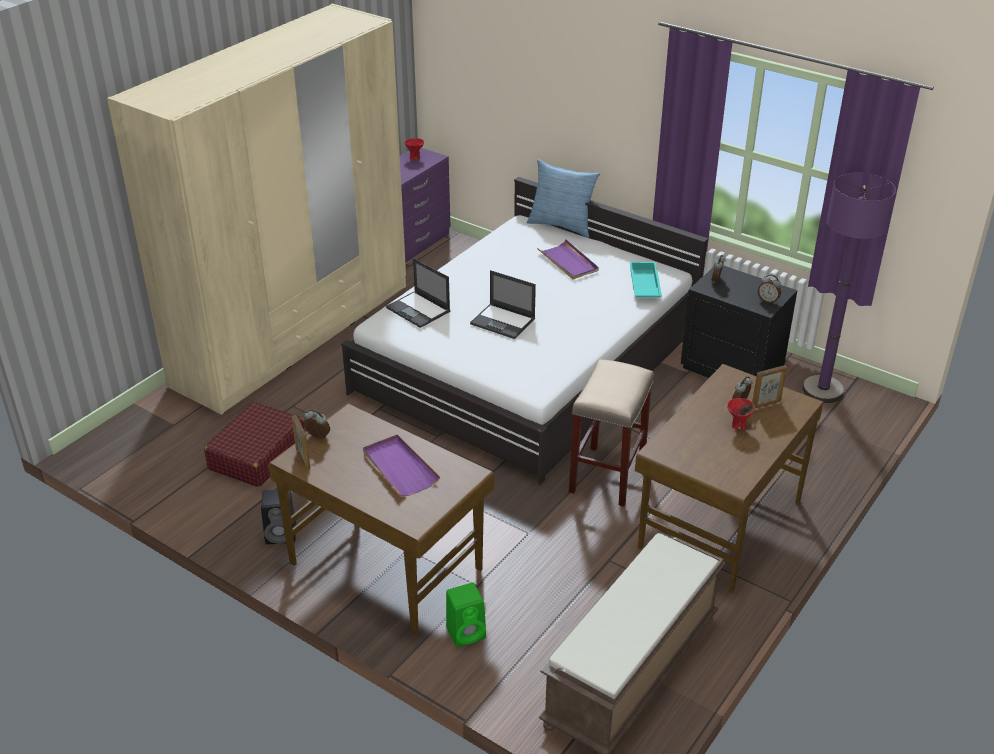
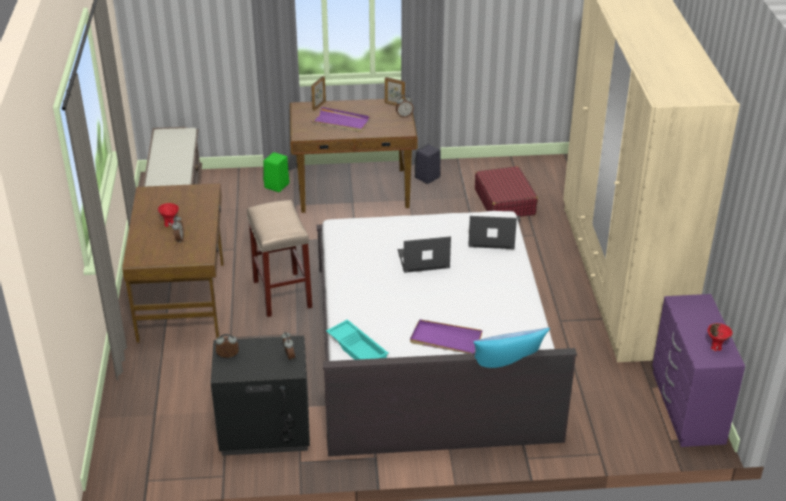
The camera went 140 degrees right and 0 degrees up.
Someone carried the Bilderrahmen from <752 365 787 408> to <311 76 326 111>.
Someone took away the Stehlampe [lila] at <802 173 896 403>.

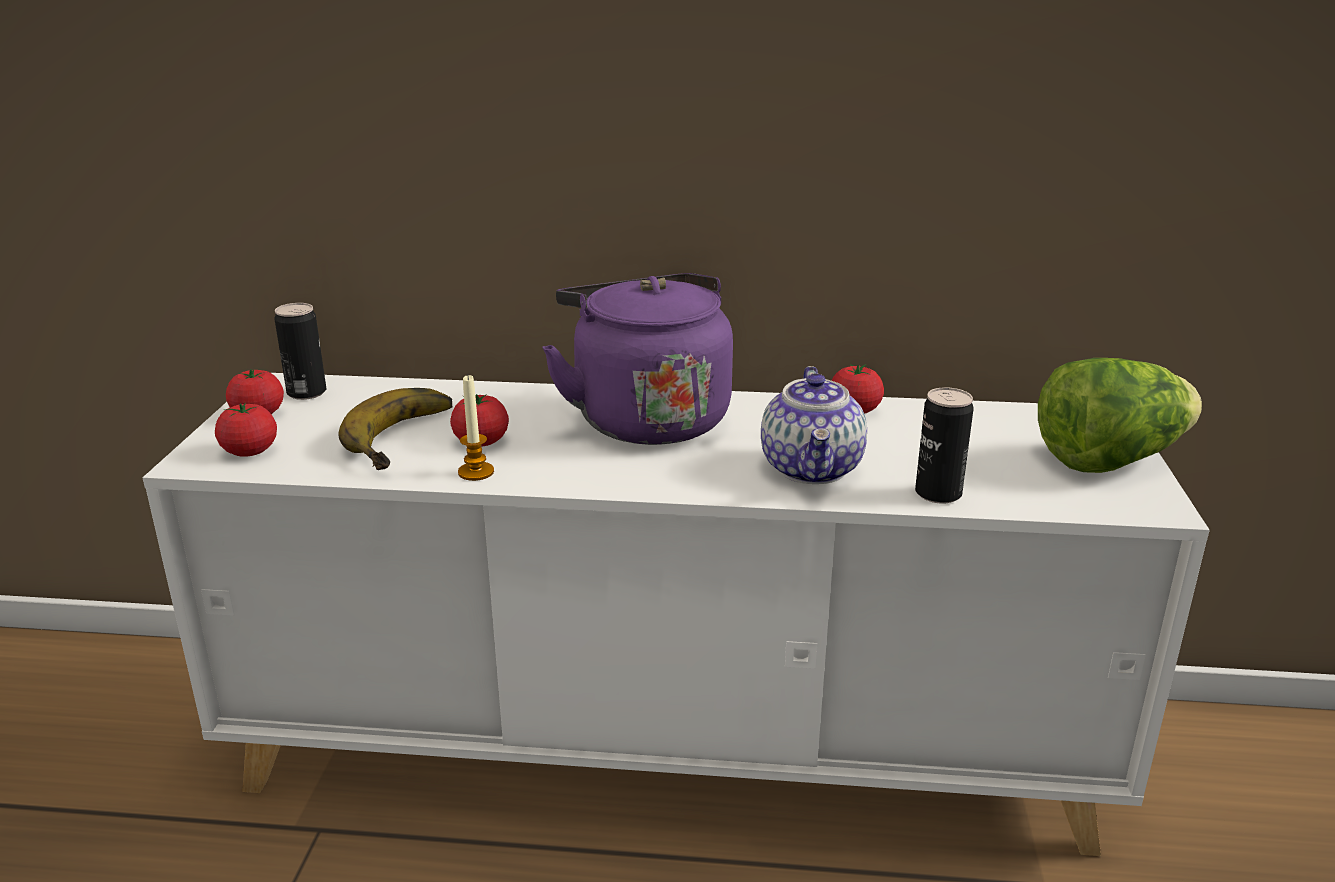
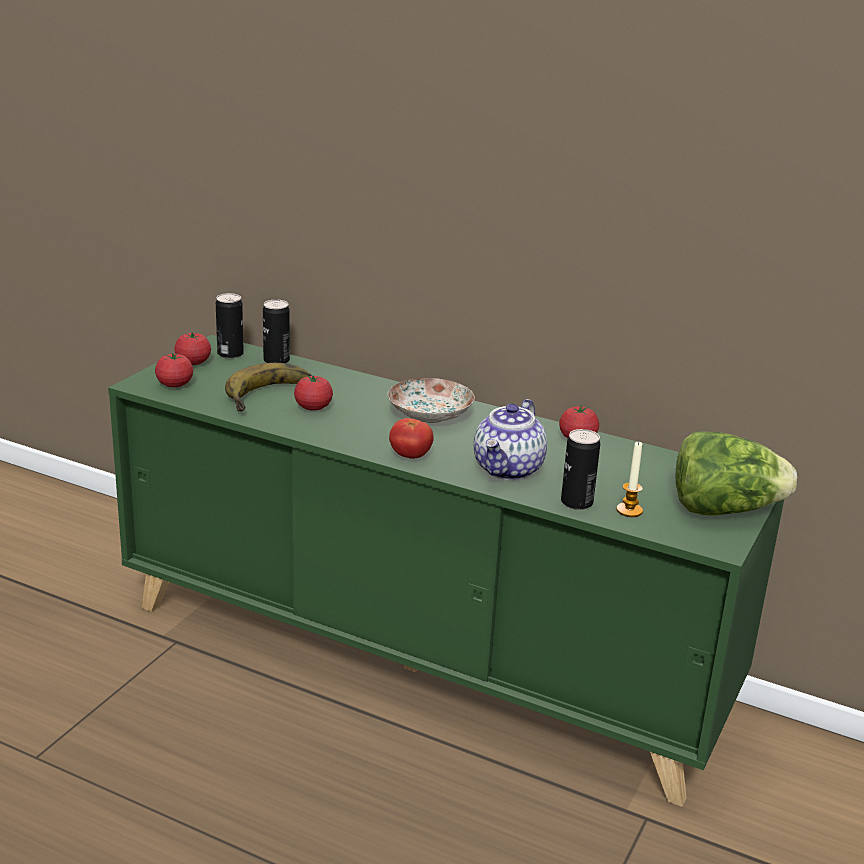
The camera went 20 degrees right and 0 degrees up.
Someone repainted the Schrank [weiß] at <143 373 1210 856>, which became the Schrank [grün] at <108 335 784 807>.
Someone put down the Dose at <263 300 290 363>.
Someone swapped the Wasserkessel [lila] at <542 273 733 445> for the Teller at <388 378 474 423>.
Someone put down the Tomate at <389 418 434 459>.
Someone carried the Kerze from <458 375 494 481> to <616 442 643 517>.

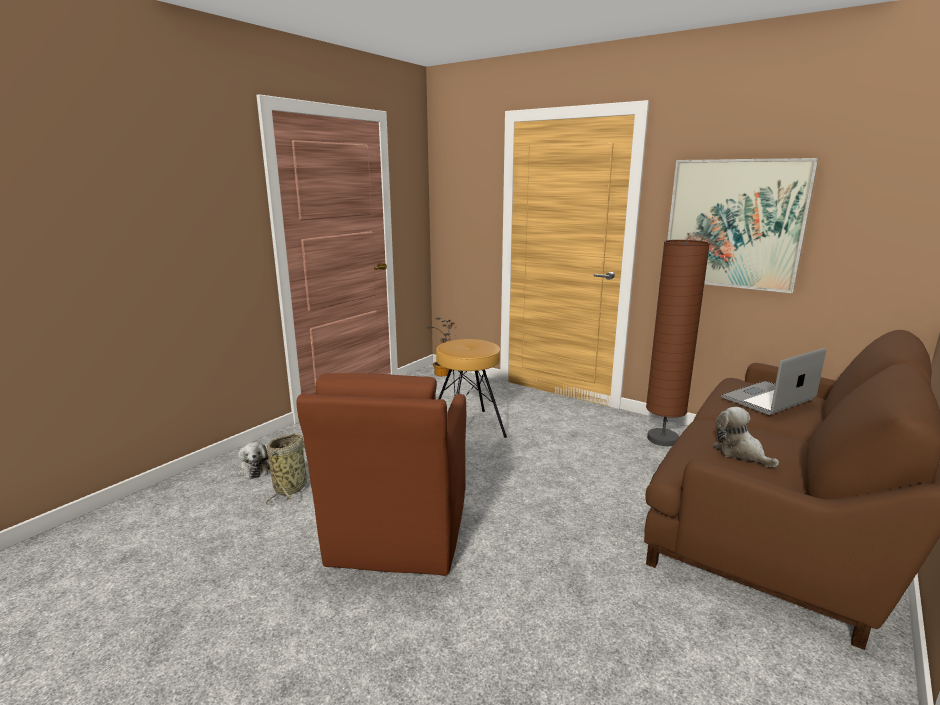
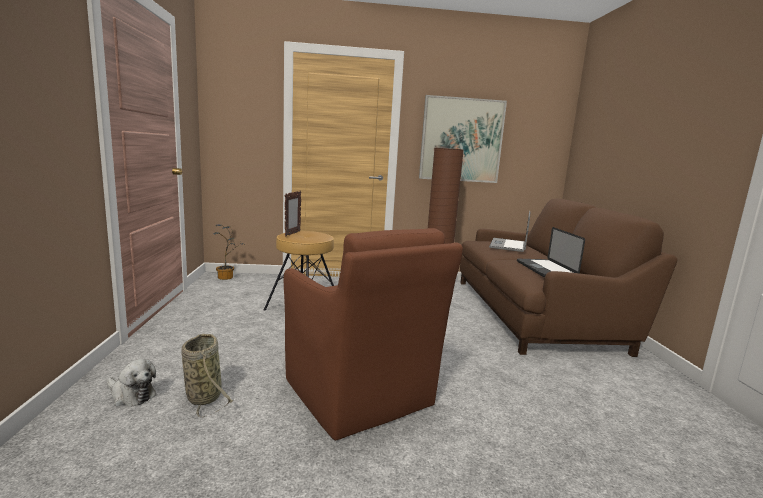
The camera went 40 degrees left and 5 degrees down.
Someone put down the Bilderrahmen at <285 191 301 236>.
Someone swapped the Plüschtier at <712 407 779 468> for the Laptop at <517 227 585 277>.

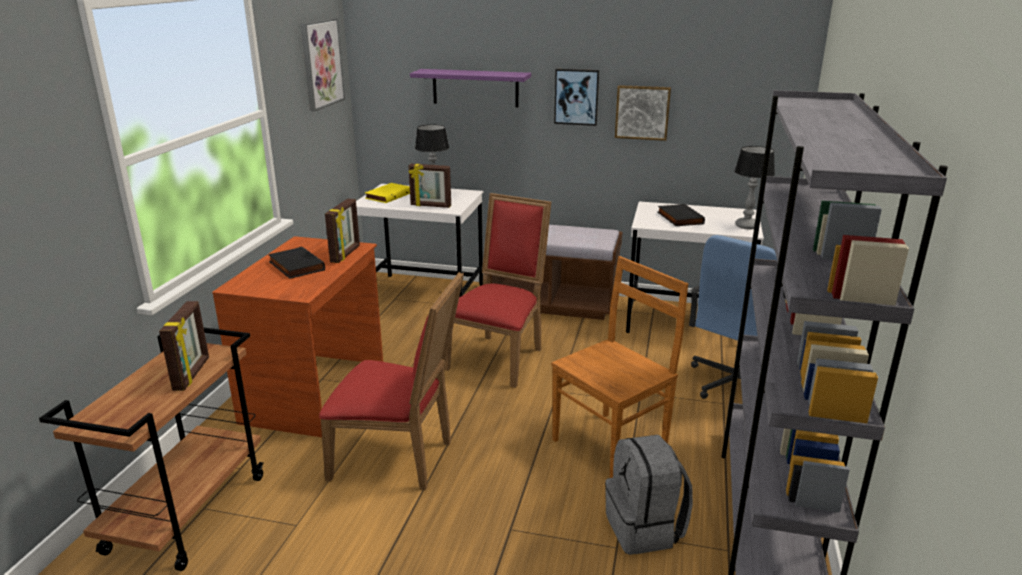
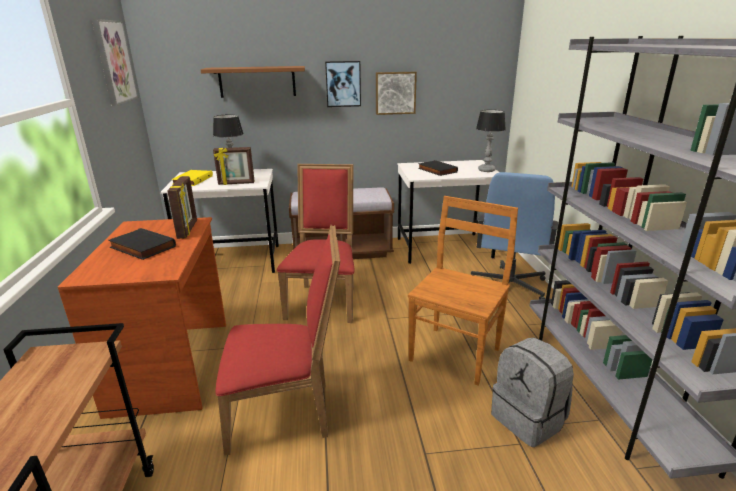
The camera went 20 degrees left and 0 degrees up.
Someone repainted the Wandregal [lila] at <410 69 531 107>, which became the Wandregal [braun] at <201 66 305 98>.
Someone took away the Bilderrahmen at <159 301 209 391>.

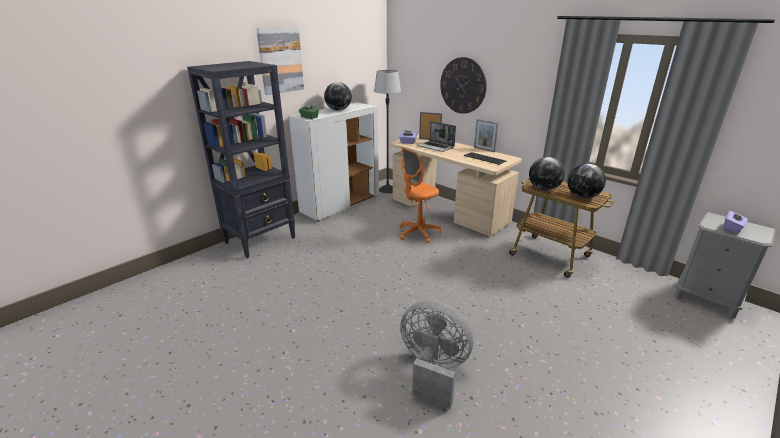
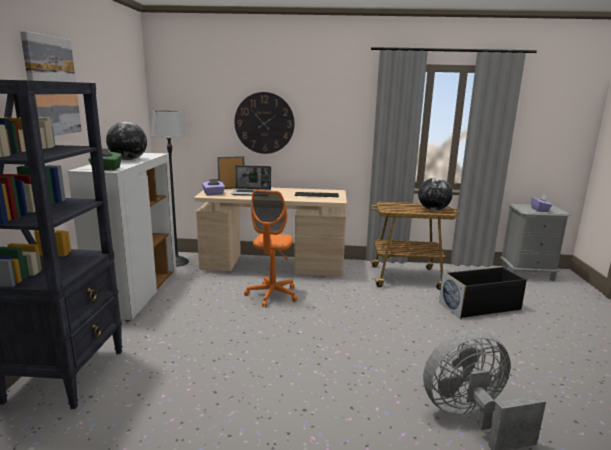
The camera went 40 degrees left and 10 degrees down.
Someone put down the Aufbewahrungsbox [schwarz] at <439 267 527 319>.
Someone took away the Bilderrahmen at <474 119 498 152>.
Someone took away the Globus at <529 157 565 191>.

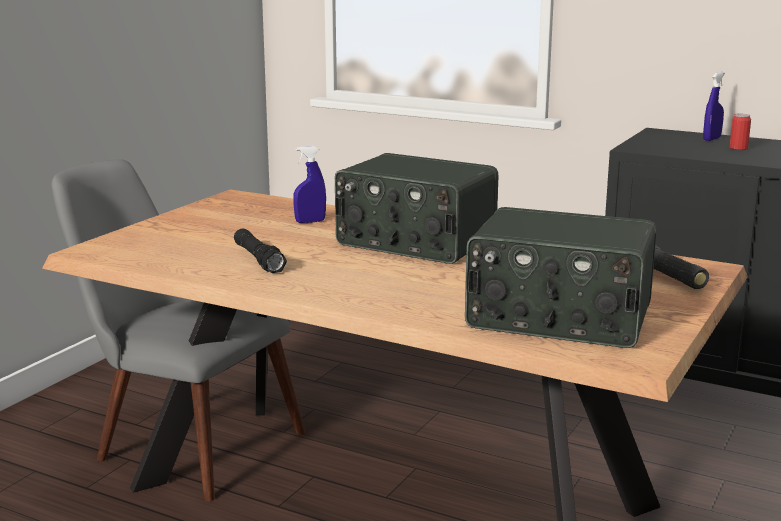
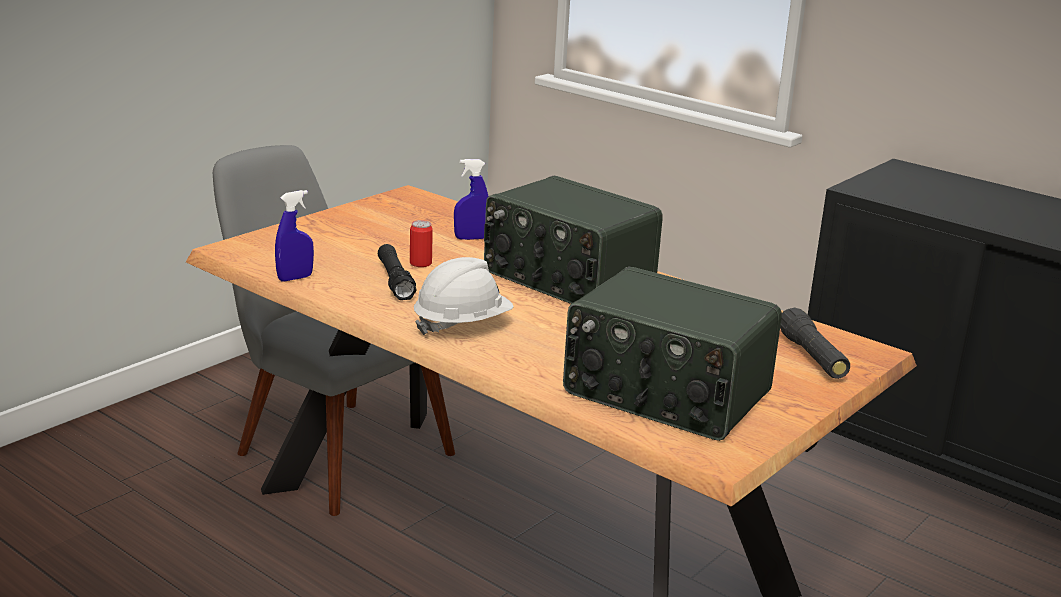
The camera went 10 degrees right and 5 degrees up.
Someone carried the Sprühflasche [blau] from <703 72 725 141> to <275 190 314 282>.
Someone carried the Dose from <729 114 751 150> to <410 220 433 267>.
Someone put down the Schutzhelm [weiß] at <414 257 514 335>.

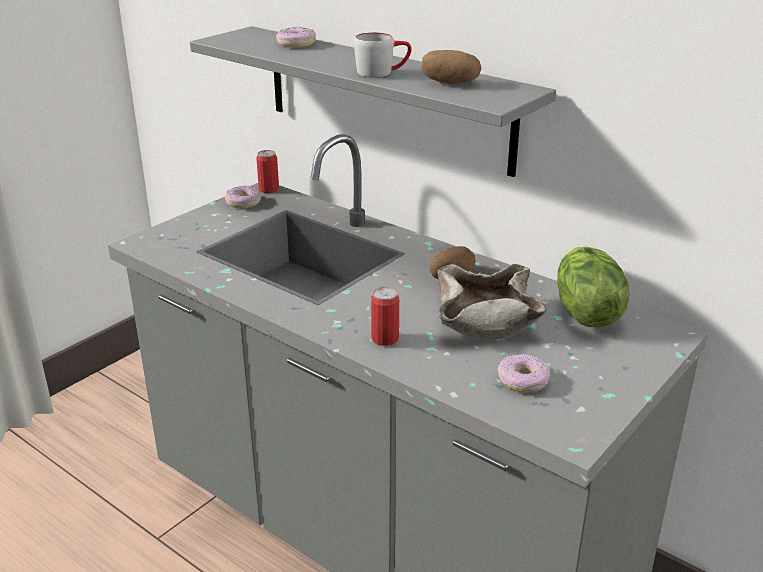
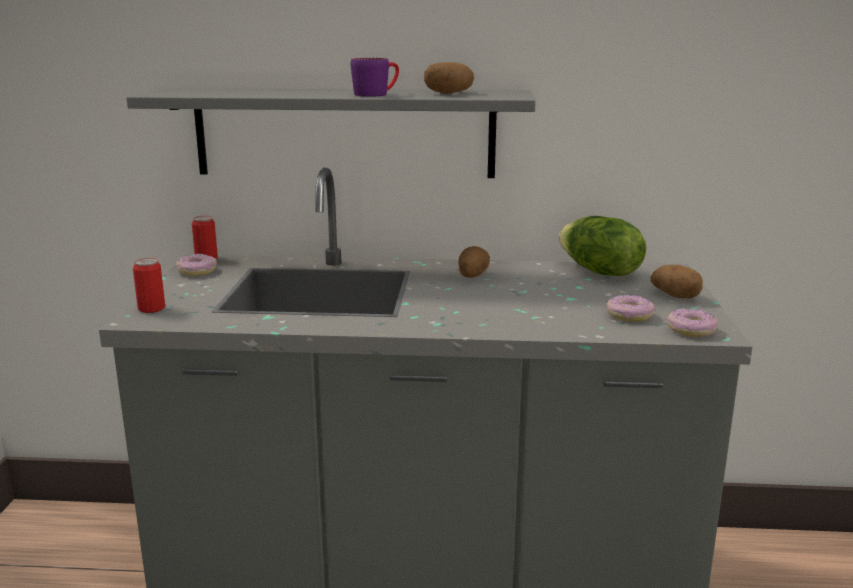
The camera went 35 degrees left and 10 degrees down.
Someone carried the Dose from <371 287 399 346> to <133 258 165 313>.
Someone repainted the Henkelbecher [grau] at <354 32 412 78>, which became the Henkelbecher [lila] at <350 58 399 97>.
Someone put down the Kartoffel at <650 265 703 298>.
Someone carried the Donut from <276 27 316 48> to <667 308 718 337>.
Someone took away the Schüssel [beige] at <437 264 546 340>.

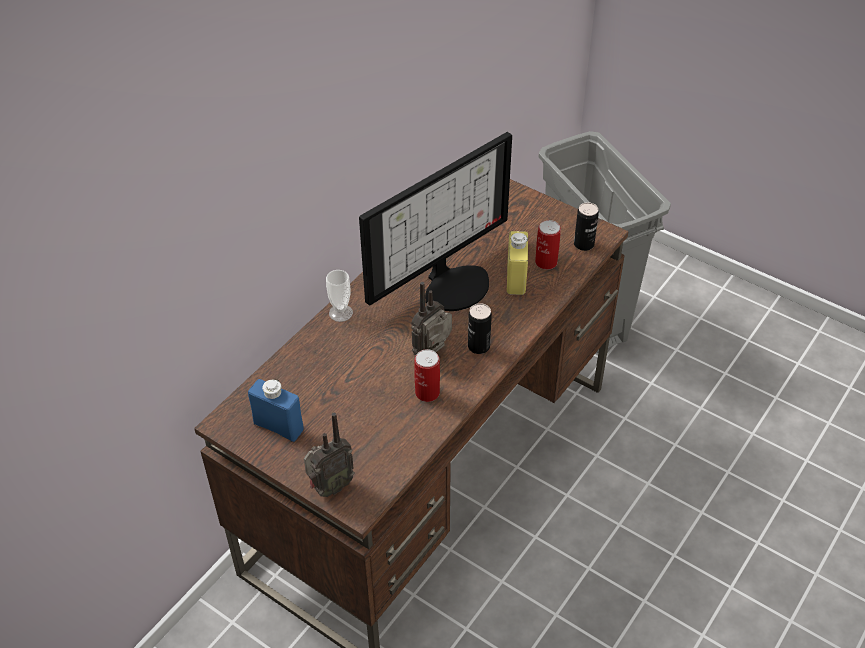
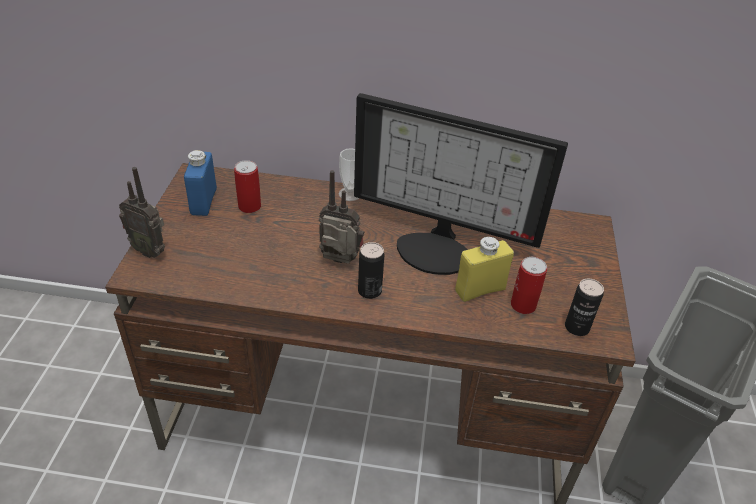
The camera went 60 degrees right and 5 degrees down.
Someone carried the Dose from <414 349 440 402> to <234 160 261 213>.

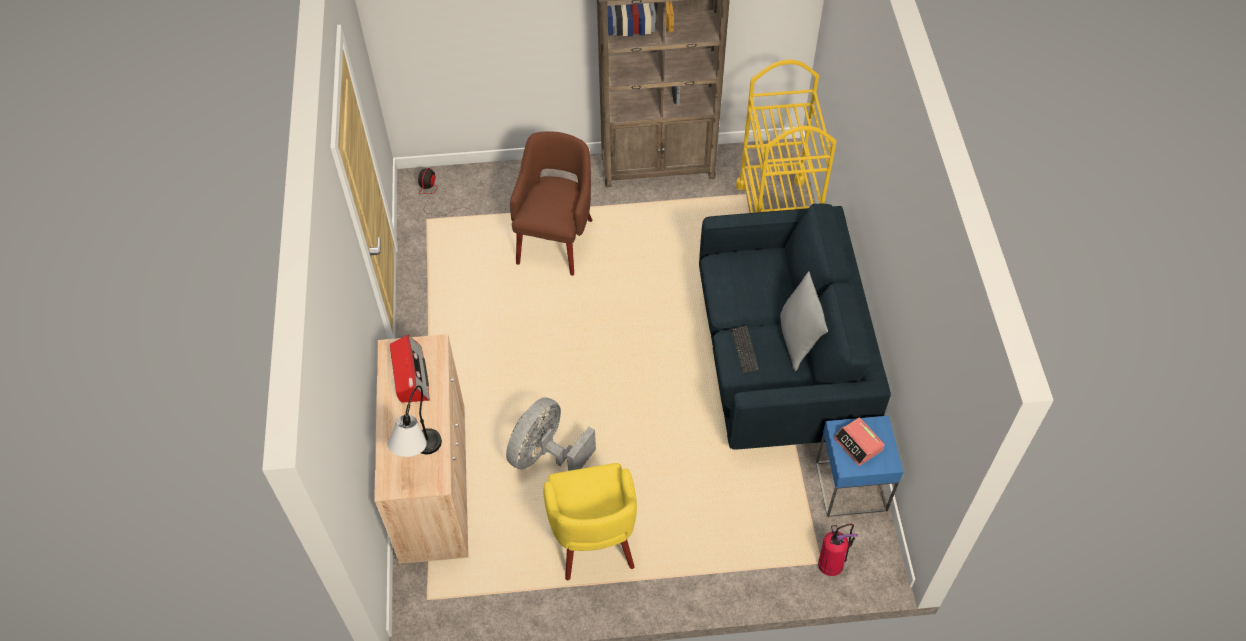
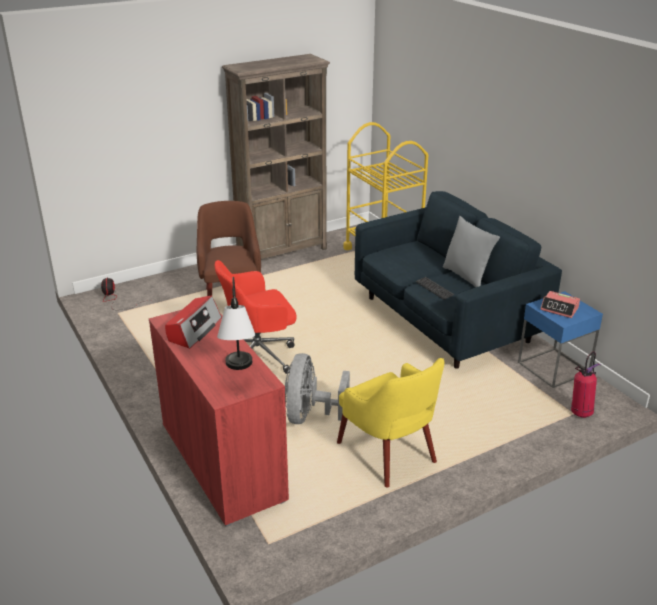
The camera went 25 degrees left and 25 degrees down.
Someone repainted the Schrank [beige] at <374 334 468 564>, which became the Schrank [rot] at <149 310 289 527>.
Someone rotated the Radio at <390 335 430 403> by 60 degrees clockwise.
Someone put down the Bürostuhl [rot] at <214 260 297 374>.

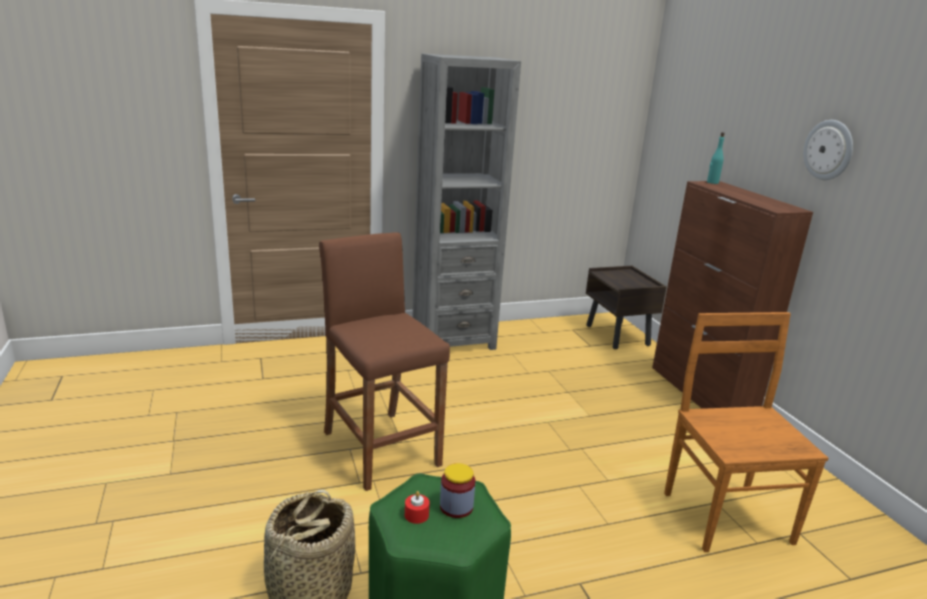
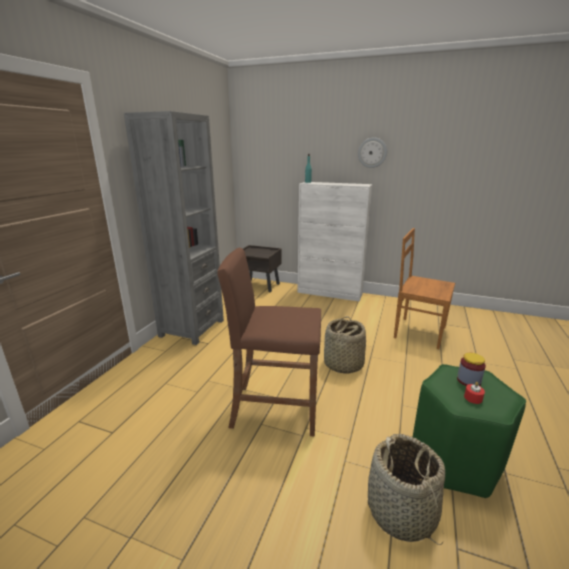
The camera went 50 degrees left and 0 degrees up.
Someone repainted the Schrank [braun] at <652 181 813 409>, which became the Schrank [weiß] at <297 182 372 302>.
Someone put down the Korb at <324 316 366 374>.

